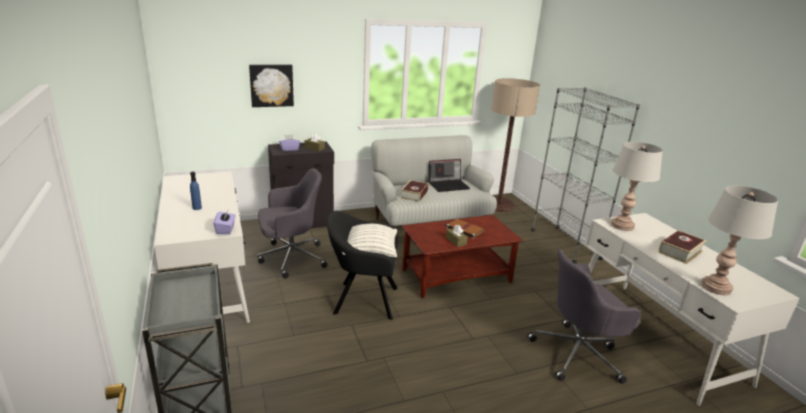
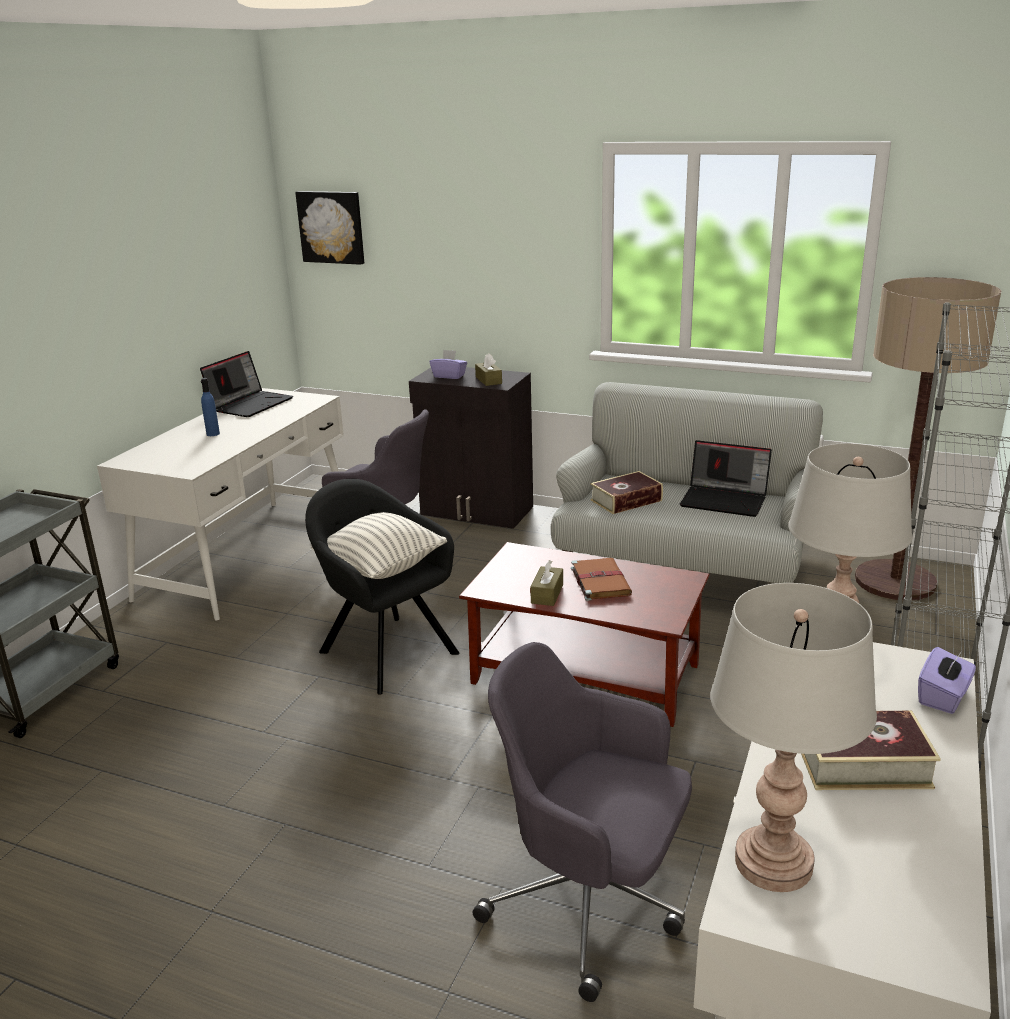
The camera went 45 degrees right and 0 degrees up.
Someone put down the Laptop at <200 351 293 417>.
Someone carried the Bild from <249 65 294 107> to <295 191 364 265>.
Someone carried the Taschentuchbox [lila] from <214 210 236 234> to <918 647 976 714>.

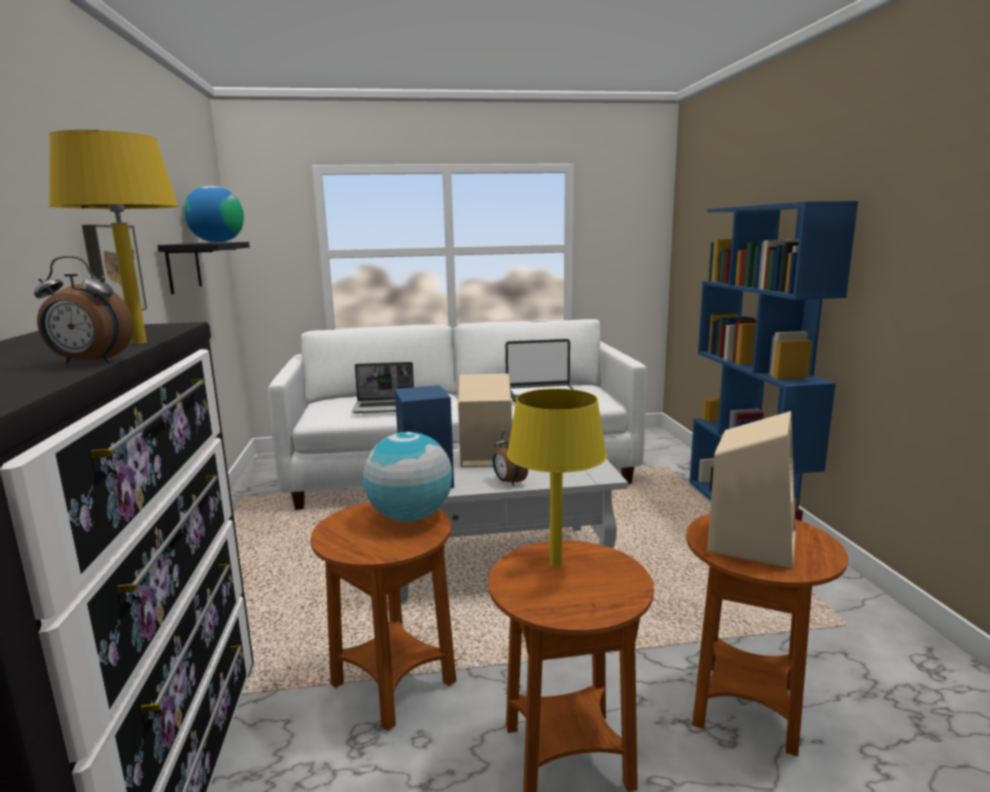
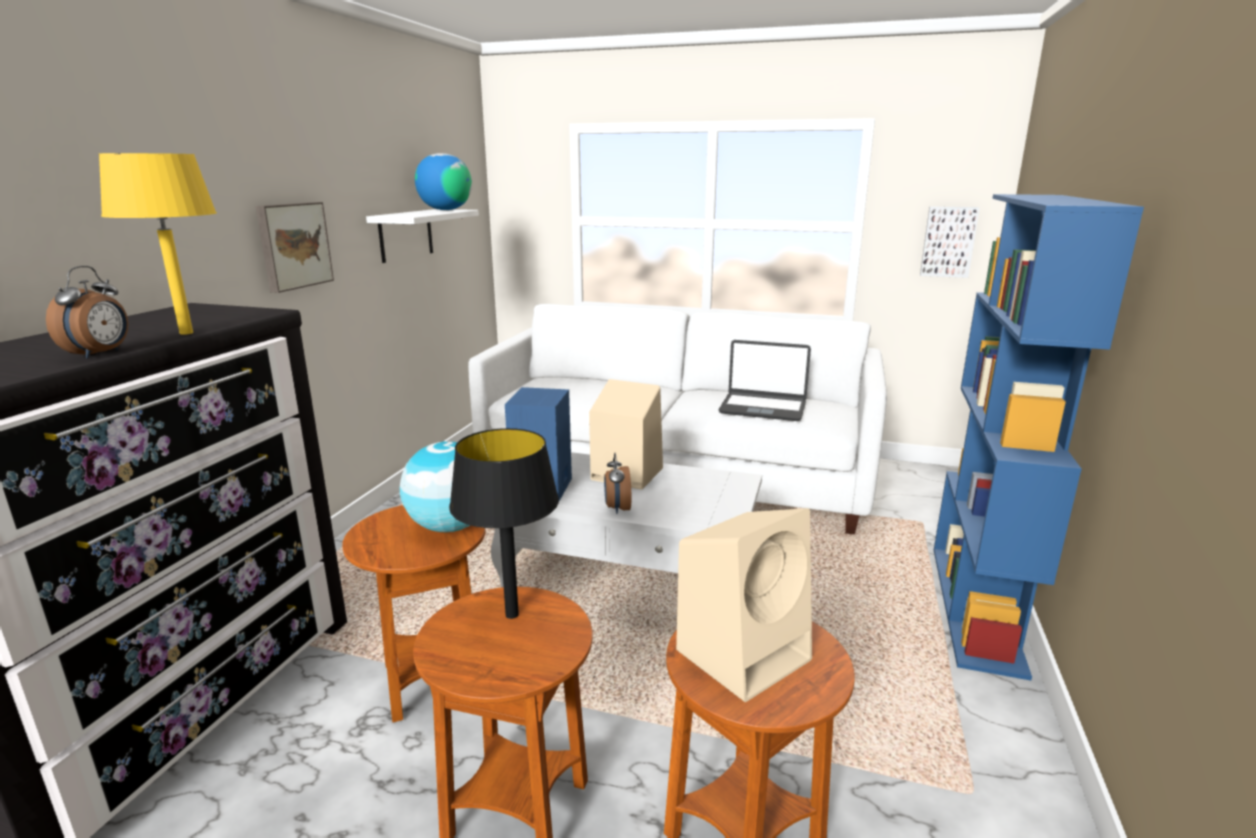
The camera went 25 degrees right and 5 degrees up.
Someone rotated the Wecker at <34 256 133 364> by 105 degrees counterclockwise.
Someone repainted the Wandregal [schwarz] at <157 242 250 294>, which became the Wandregal [weiß] at <366 209 479 263>.
Someone repainted the Tischlampe [gelb] at <507 389 607 567>, which became the Tischlampe [schwarz] at <449 428 559 619>.
Someone put up the Bild at <920 206 980 278>.
Someone took away the Laptop at <352 362 414 413>.

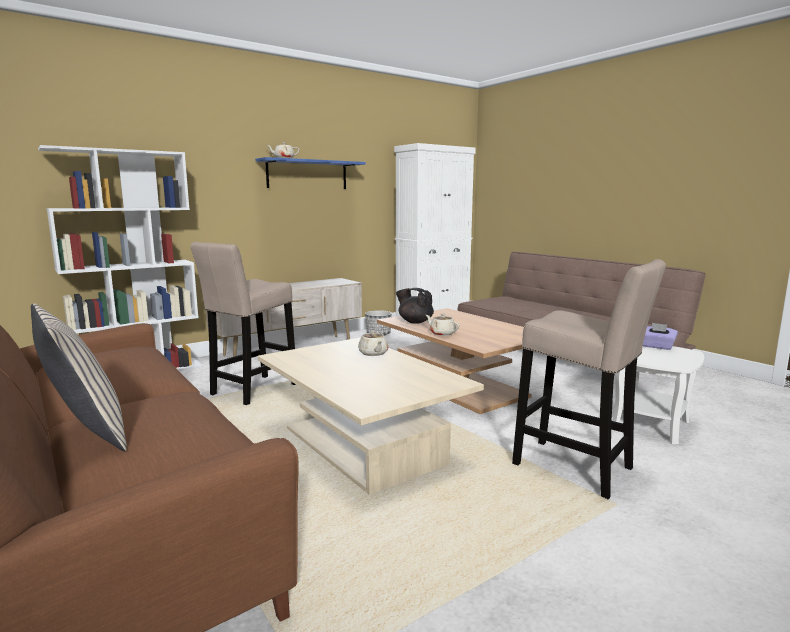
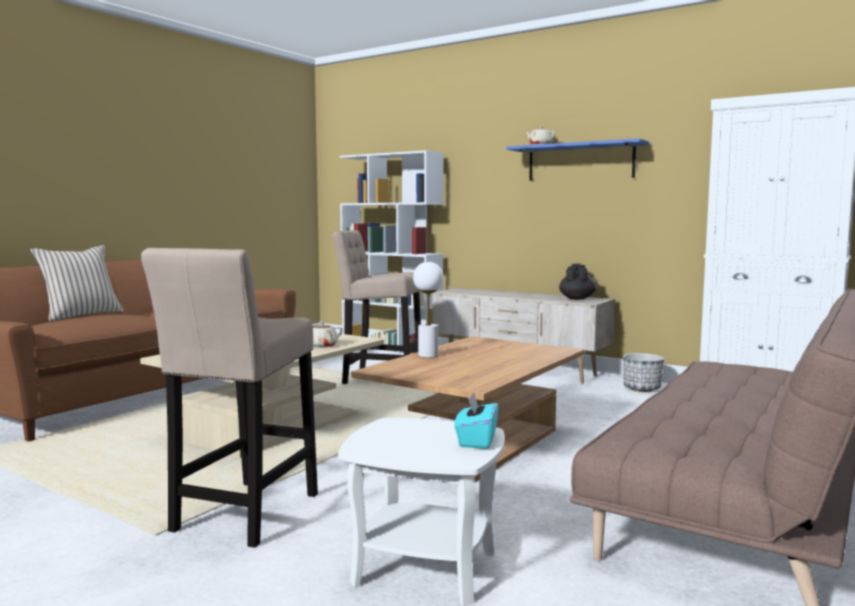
The camera went 70 degrees right and 5 degrees down.
Someone swapped the Teekanne [beige] at <426 314 459 336> for the Tischlampe [weiß] at <413 262 444 358>.
Someone repainted the Taschentuchbox [lila] at <643 323 678 350>, which became the Taschentuchbox [türkis] at <454 392 498 449>.
Someone carried the Teekanne [schwarz] from <396 288 434 324> to <559 264 597 300>.

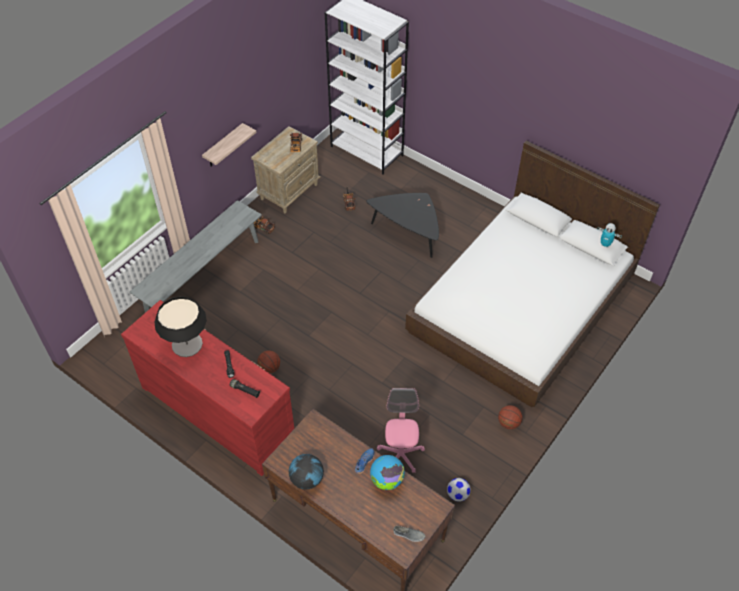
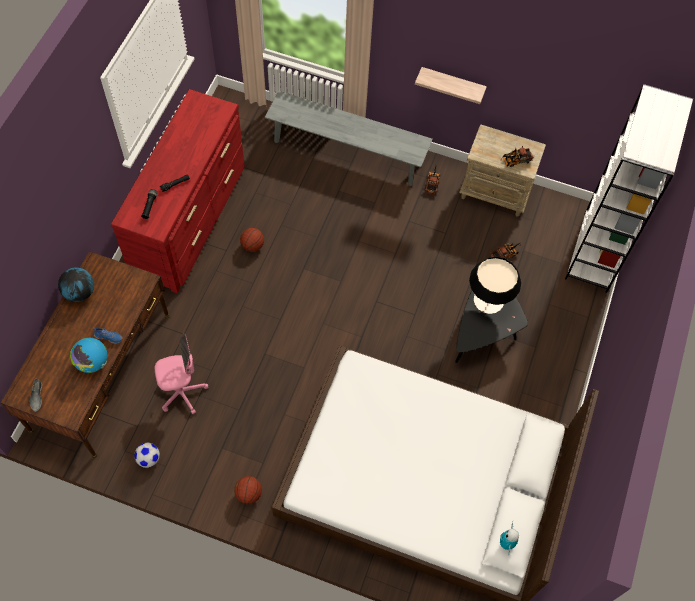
The camera went 70 degrees right and 10 degrees up.
Someone carried the Tischlampe from <154 296 207 357> to <469 256 521 314>.

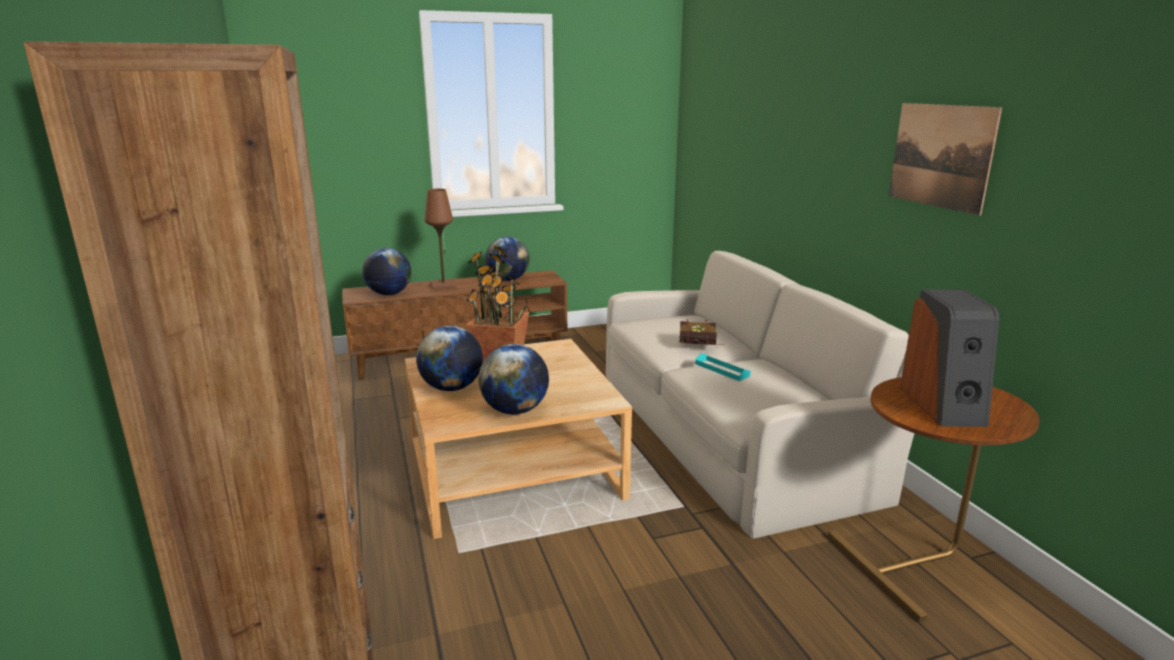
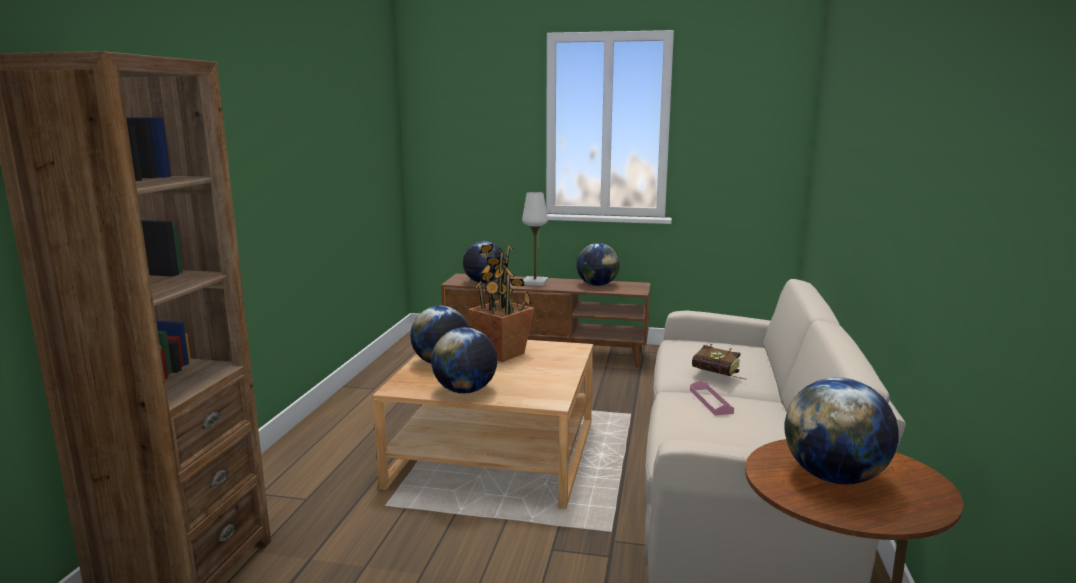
The camera went 30 degrees right and 5 degrees down.
Someone repainted the Tischlampe [braun] at <424 189 457 290>, which became the Tischlampe [weiß] at <522 192 548 286>.
Someone repainted the Tablett [türkis] at <695 353 751 381>, which became the Tablett [rosa] at <690 380 734 416>.
Someone swapped the Lautsprecher at <900 289 999 427> for the Globus at <785 377 899 484>.
Someone took away the Bild at <889 103 1002 216>.

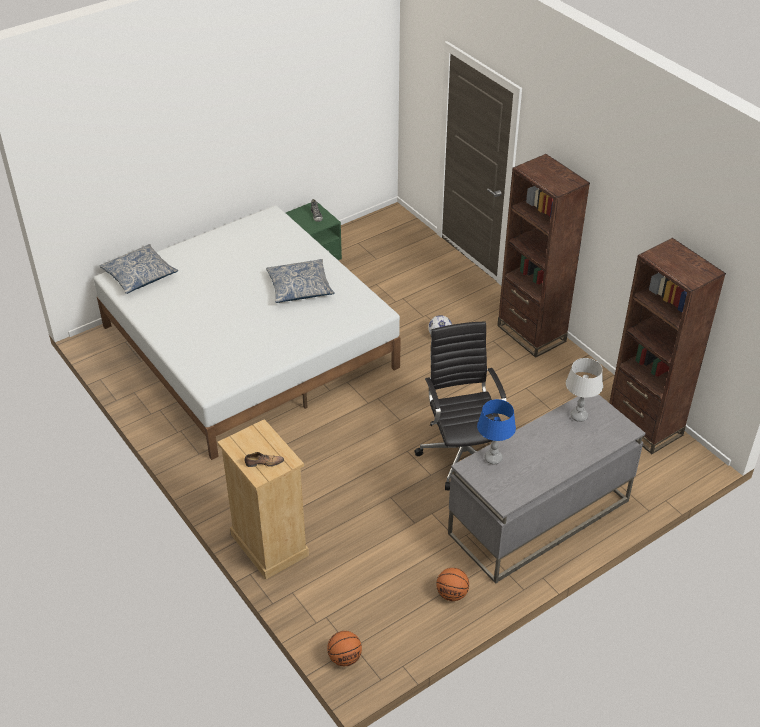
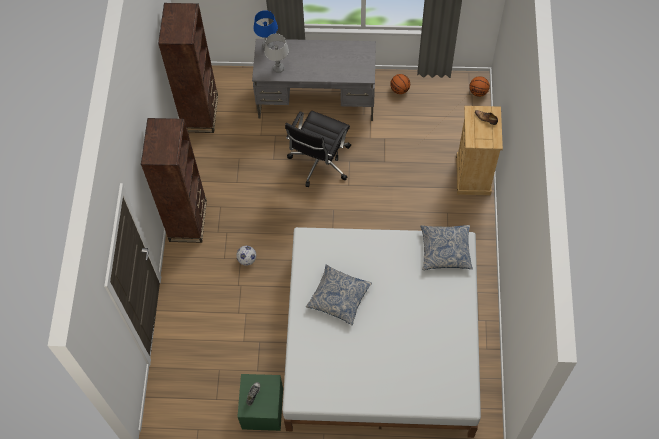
The camera went 140 degrees left and 20 degrees up.
Someone carried the Tischlampe [blau] from <477 399 516 464> to <253 10 278 49>.
Someone carried the Kissen from <100 244 178 294> to <420 225 473 270>.

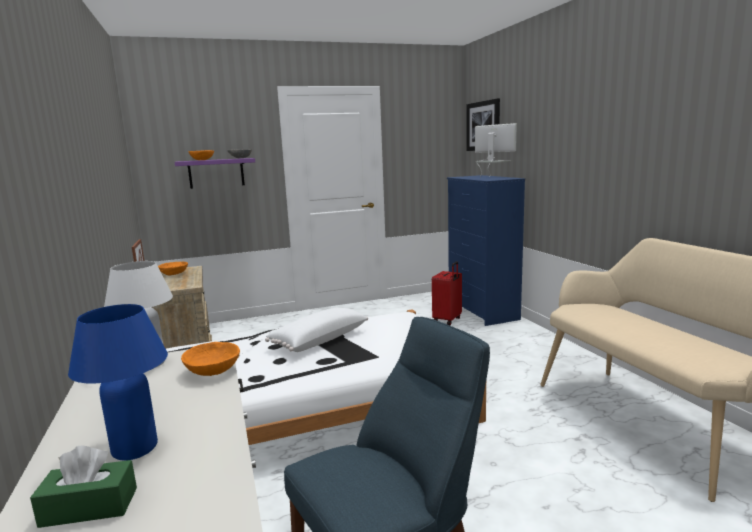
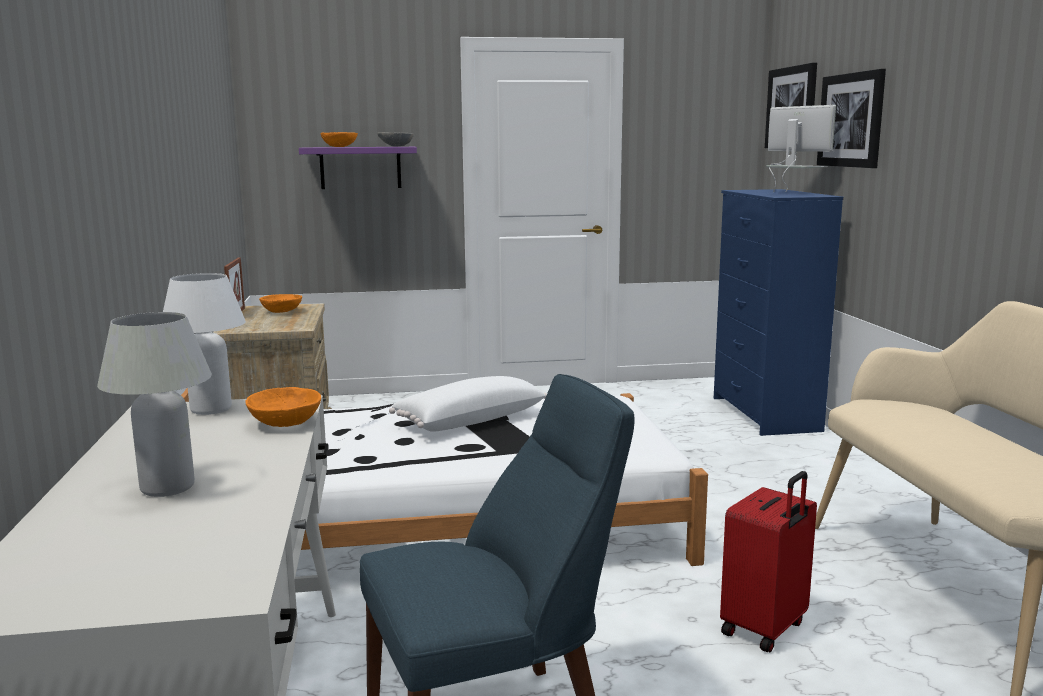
The camera went 10 degrees right and 0 degrees up.
Someone repainted the Tischlampe [blau] at <68 304 168 461>, which became the Tischlampe [weiß] at <97 312 212 497>.
Someone carried the Koffer [rot] from <432 261 462 326> to <720 471 817 653>.
Someone put up the Bild at <817 69 886 168>.
Someone took away the Taschentuchbox [grün] at <30 445 137 528>.

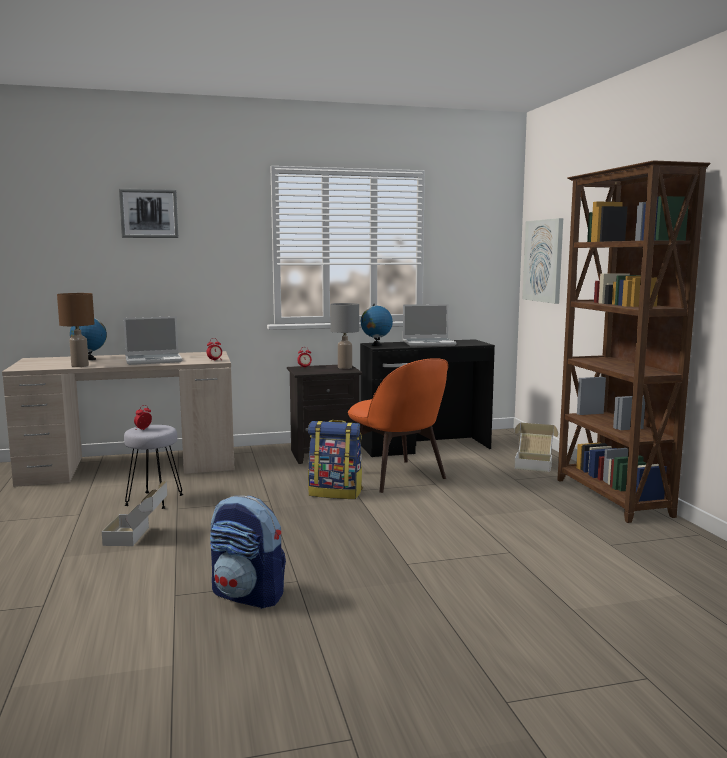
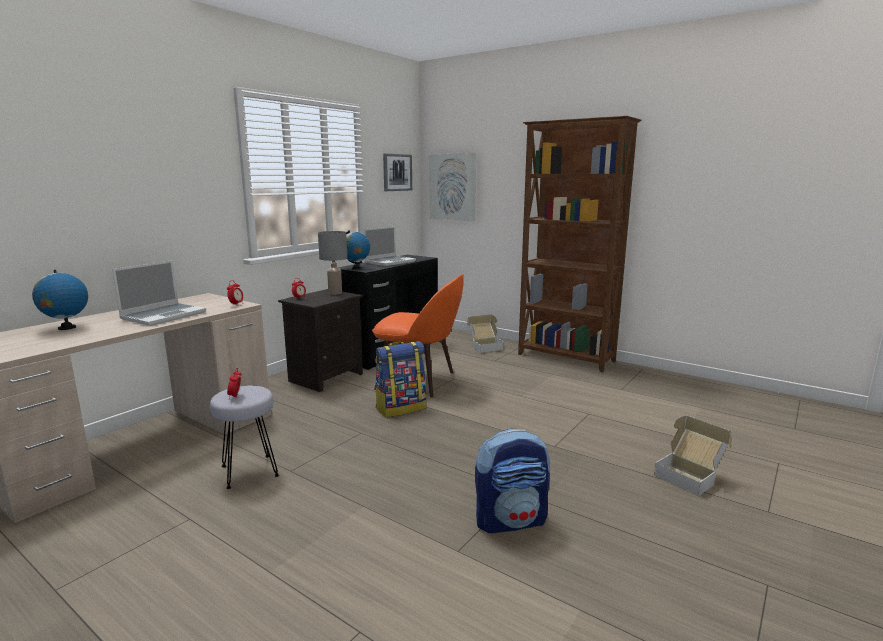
The camera went 40 degrees left and 5 degrees up.
Someone carried the Bild from <119 189 178 238> to <383 153 412 191>.
Someone carried the Karton from <102 481 167 546> to <654 416 732 496>.
Someone took away the Tischlampe [braun] at <57 293 95 367>.

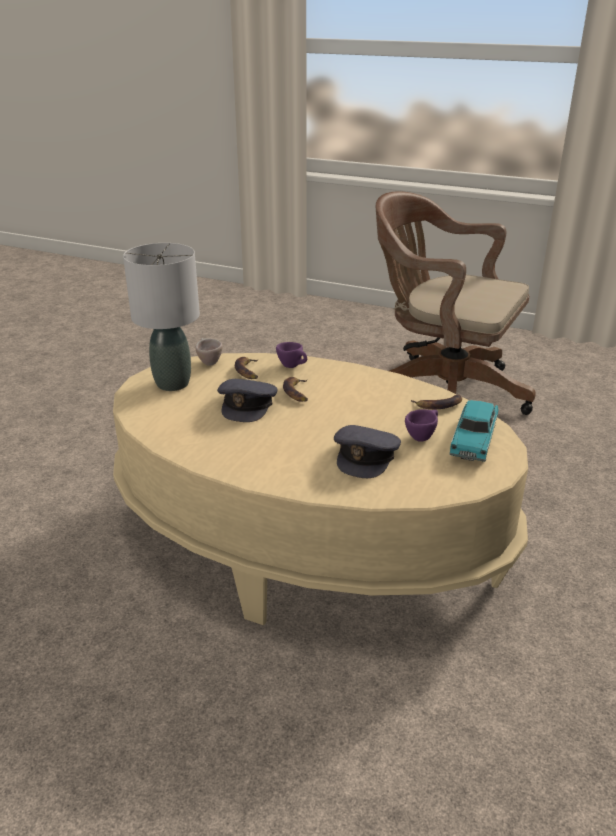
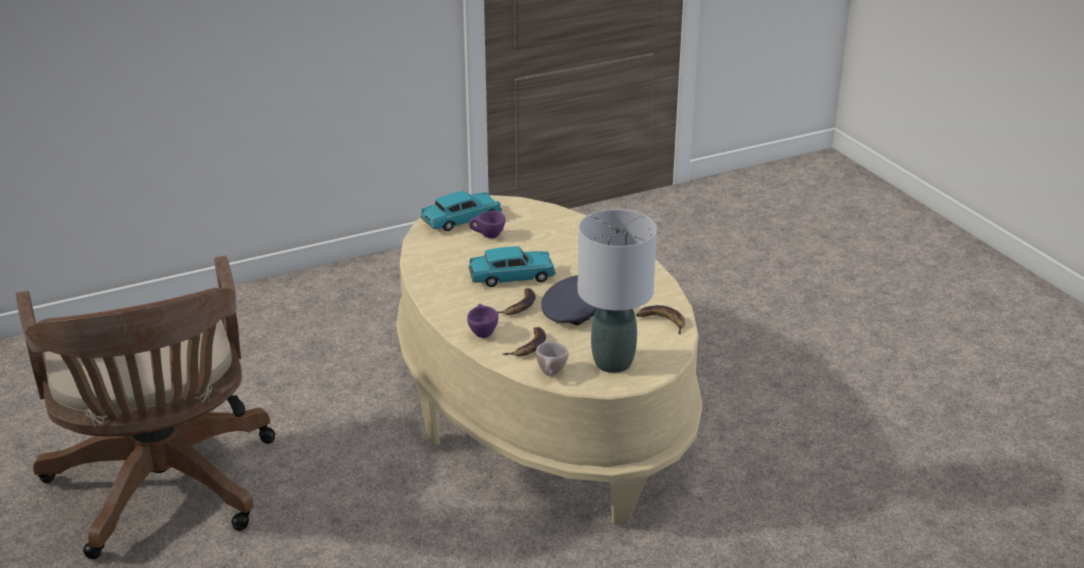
The camera went 140 degrees left and 0 degrees up.
Someone put down the Spielzeugauto [türkis] at <468 246 556 287>.
Someone carried the Banane from <411 395 462 409> to <636 305 685 335>.
Someone took away the Kappe [grau] at <334 425 401 478>.

